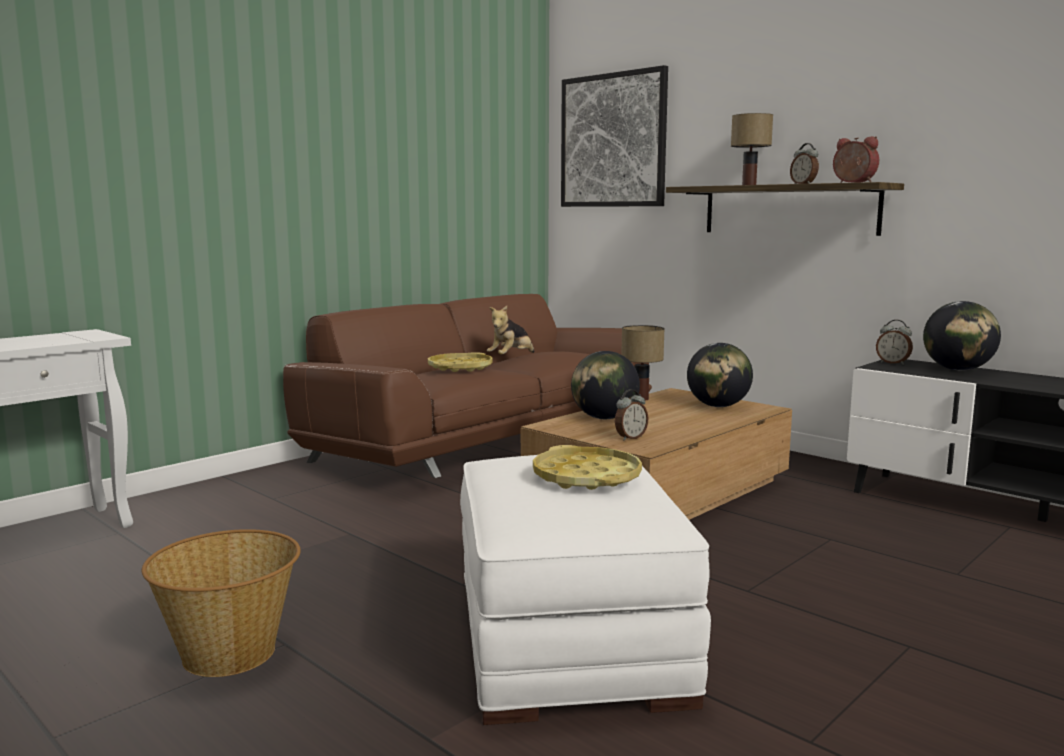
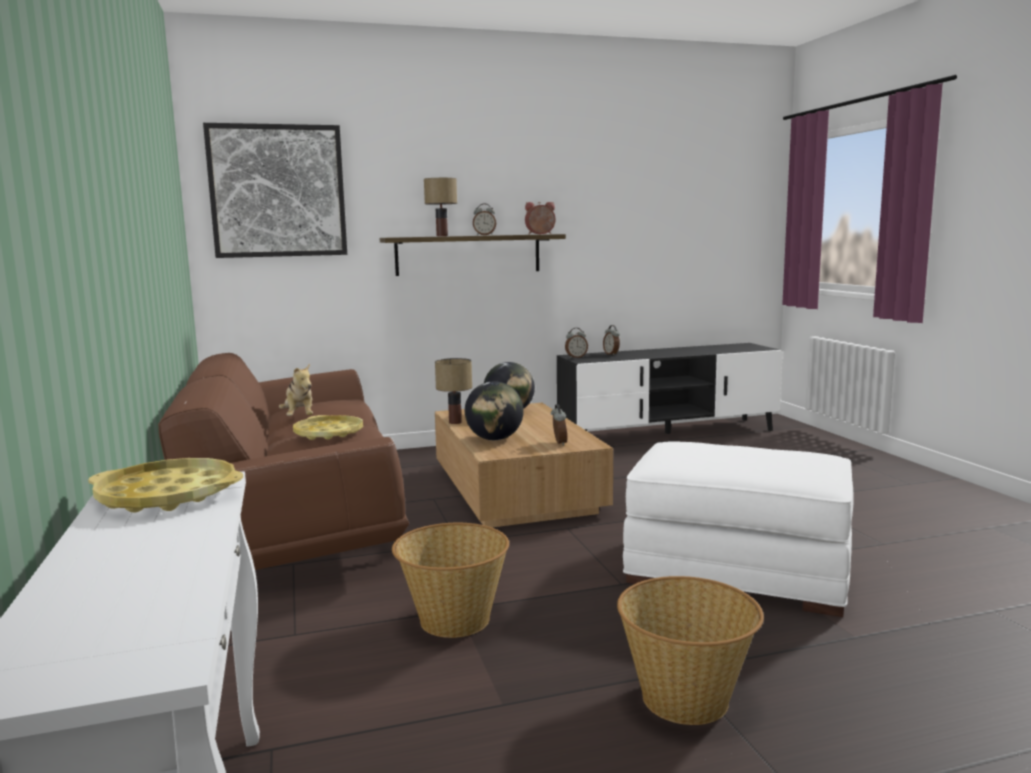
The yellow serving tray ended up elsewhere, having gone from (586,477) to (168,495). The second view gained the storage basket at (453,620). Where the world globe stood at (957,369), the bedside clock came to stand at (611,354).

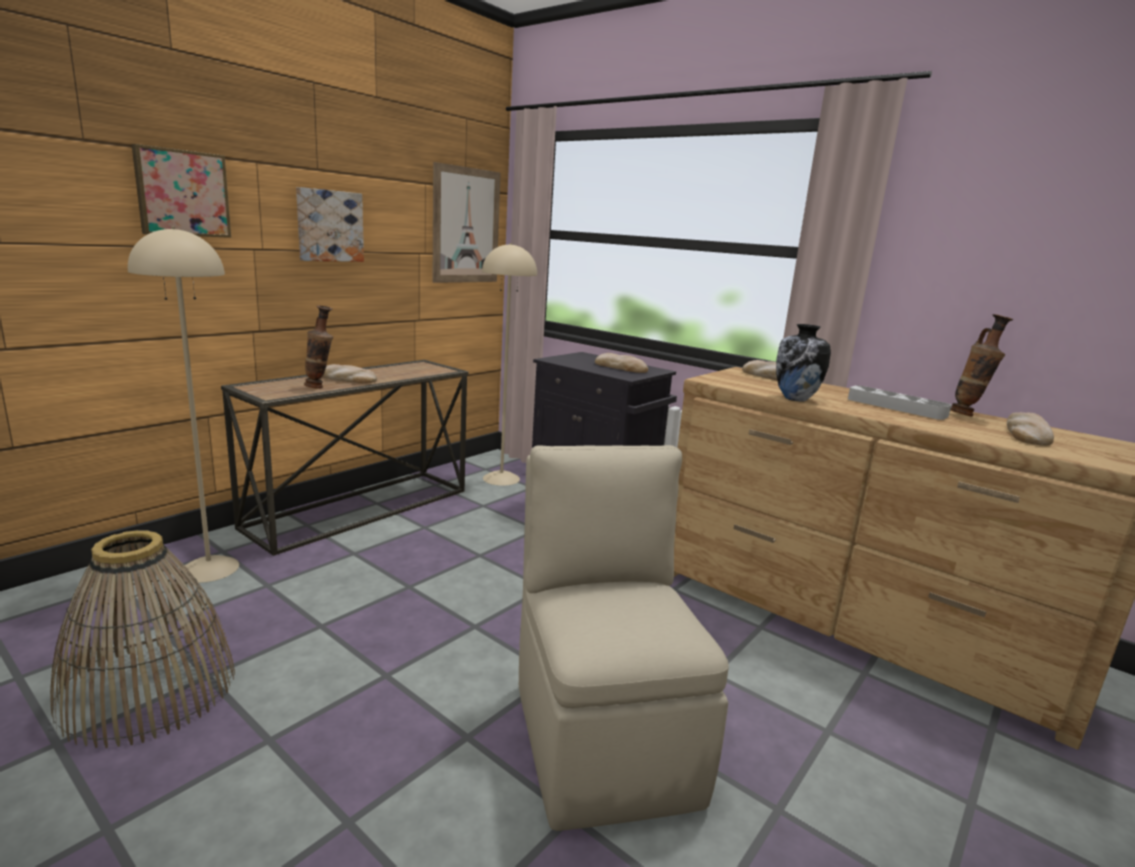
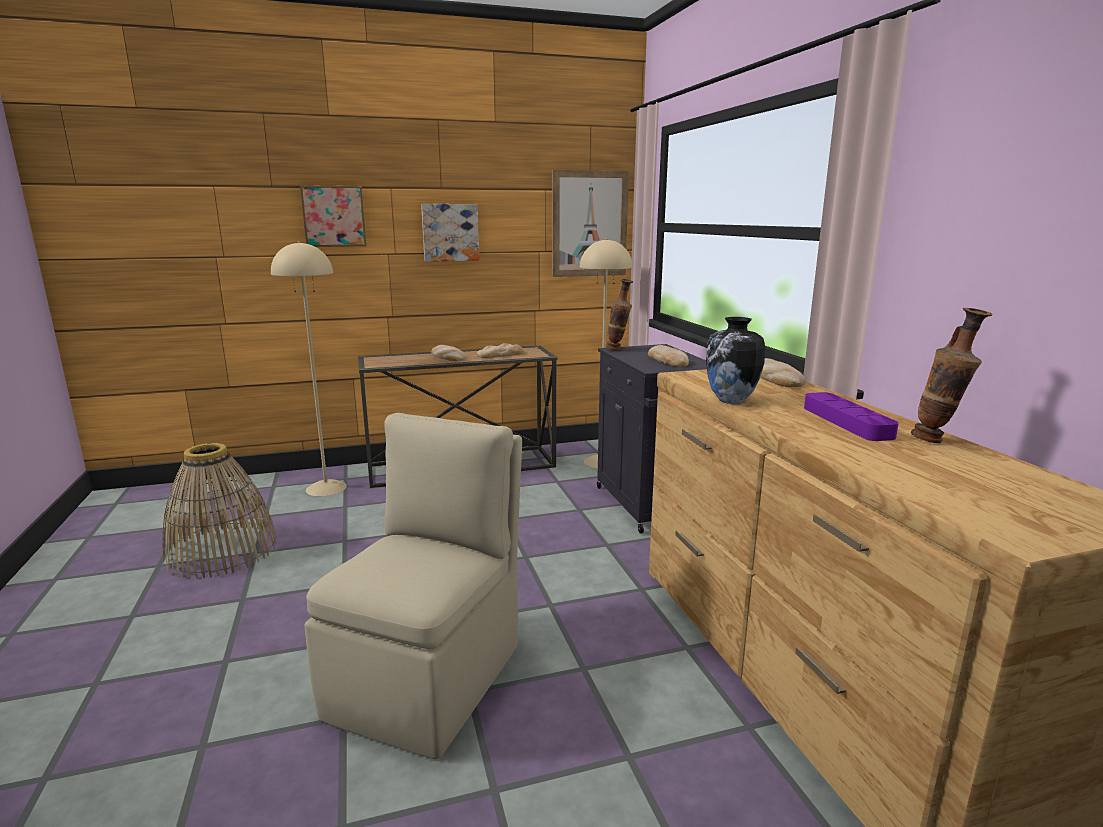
The bakery bread ended up elsewhere, having gone from (1026,434) to (500,355). The decorative vase ended up elsewhere, having gone from (320,387) to (618,350). What was the grey serving tray at (896,407) turned into the purple-coloured serving tray at (846,422).

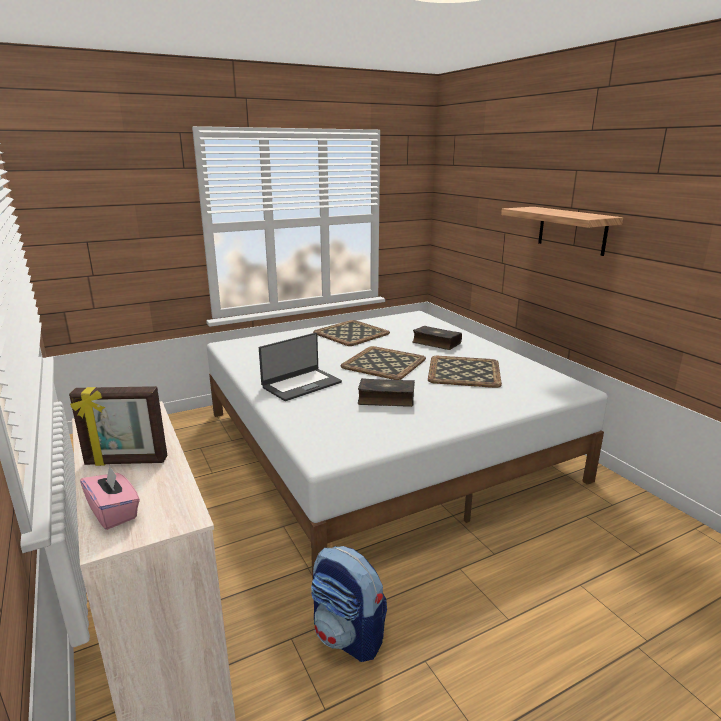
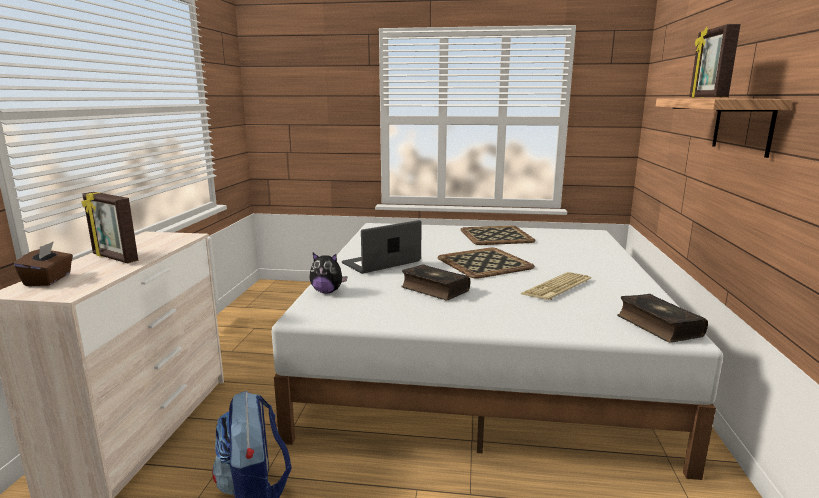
What was the pinkish box of tissues at (114,512) turned into the brown box of tissues at (49,280). The second view gained the soft toy at (327,291). The notebook computer at (301,384) ended up facing another way, 150 degrees clockwise from before. Where the serving tray stood at (464,372), the keyboard came to stand at (558,287). The book ended up elsewhere, having gone from (436,343) to (658,326). The second view gained the picture frame at (706,98).

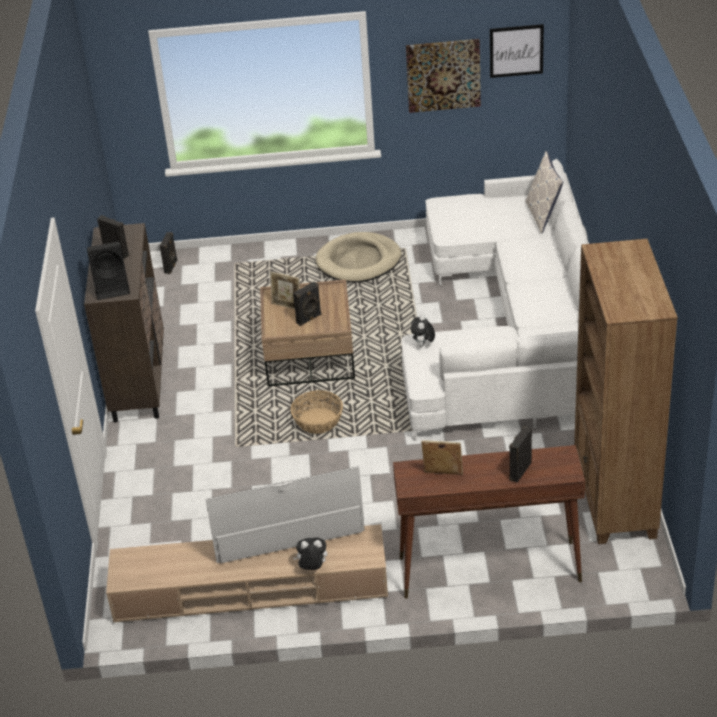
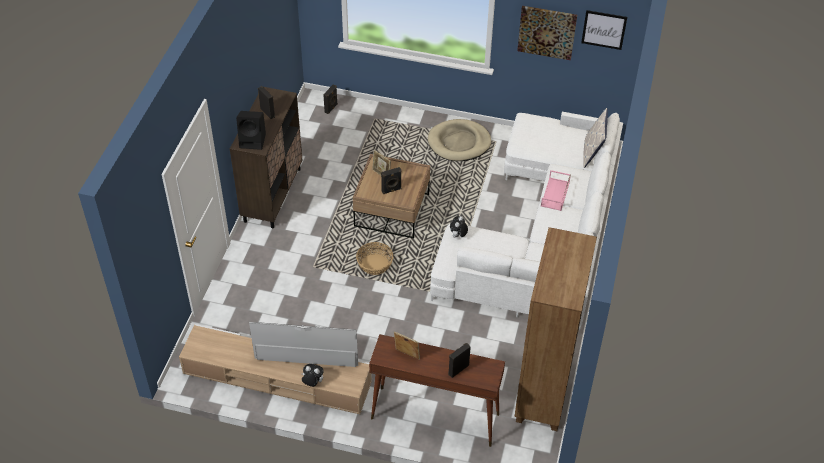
The second view gained the pinkish serving tray at (555,194).

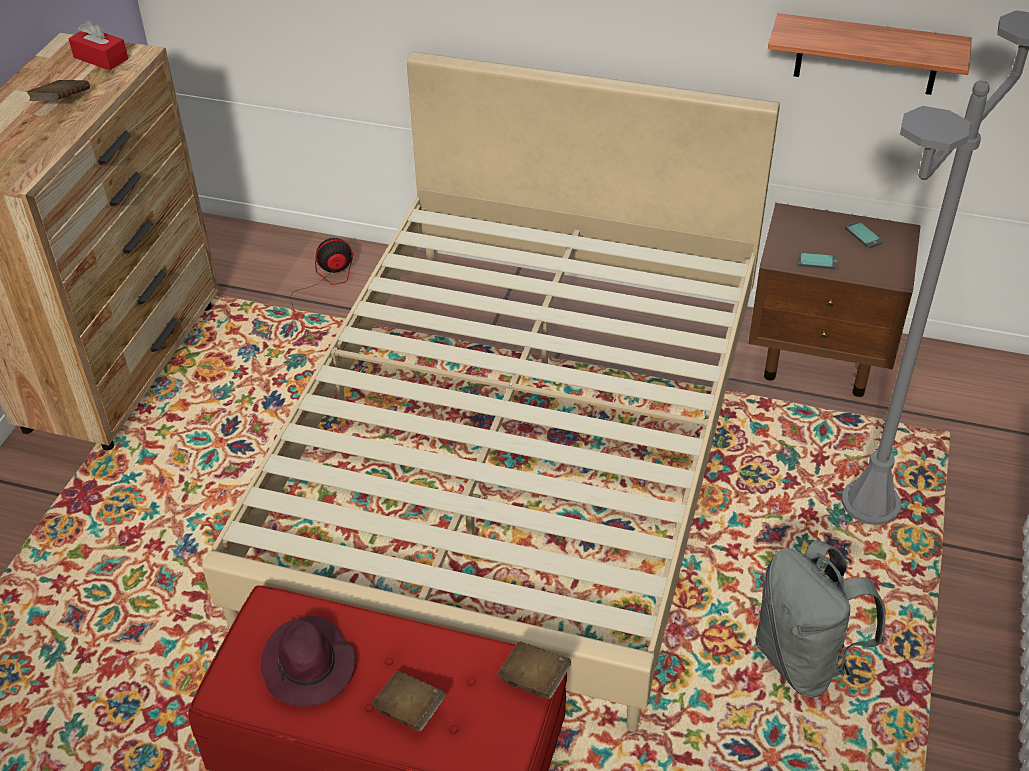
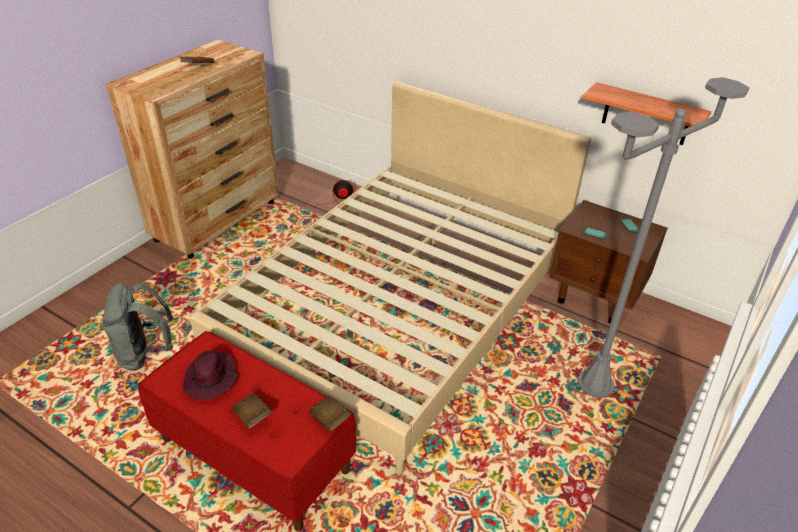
The grey rucksack ended up elsewhere, having gone from (804,660) to (145,354). The second view lost the red-coloured box of tissues at (101,58).

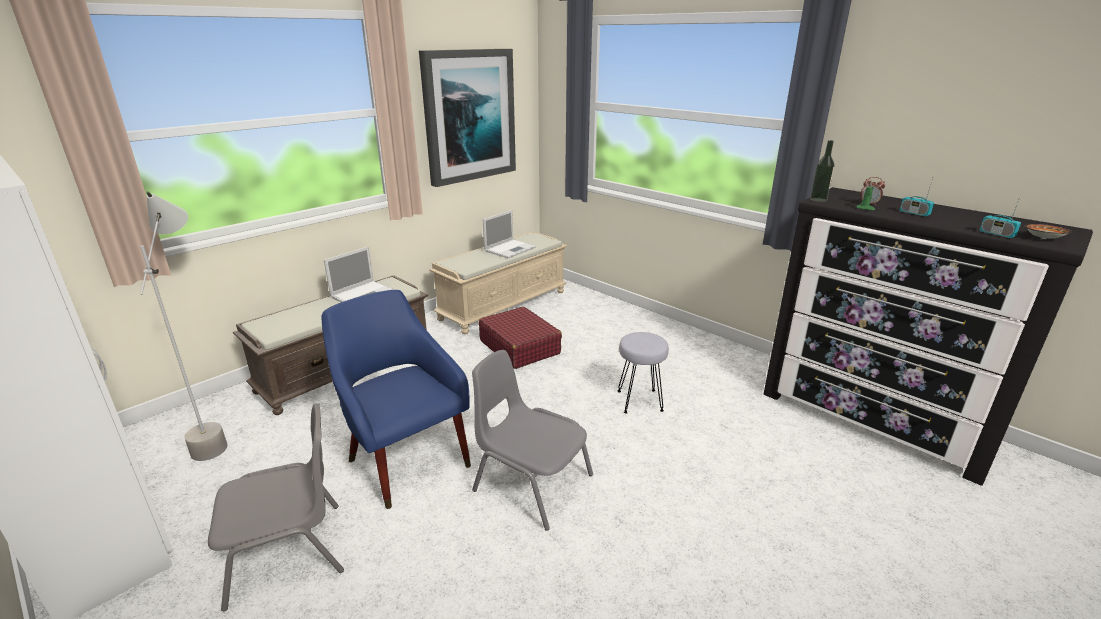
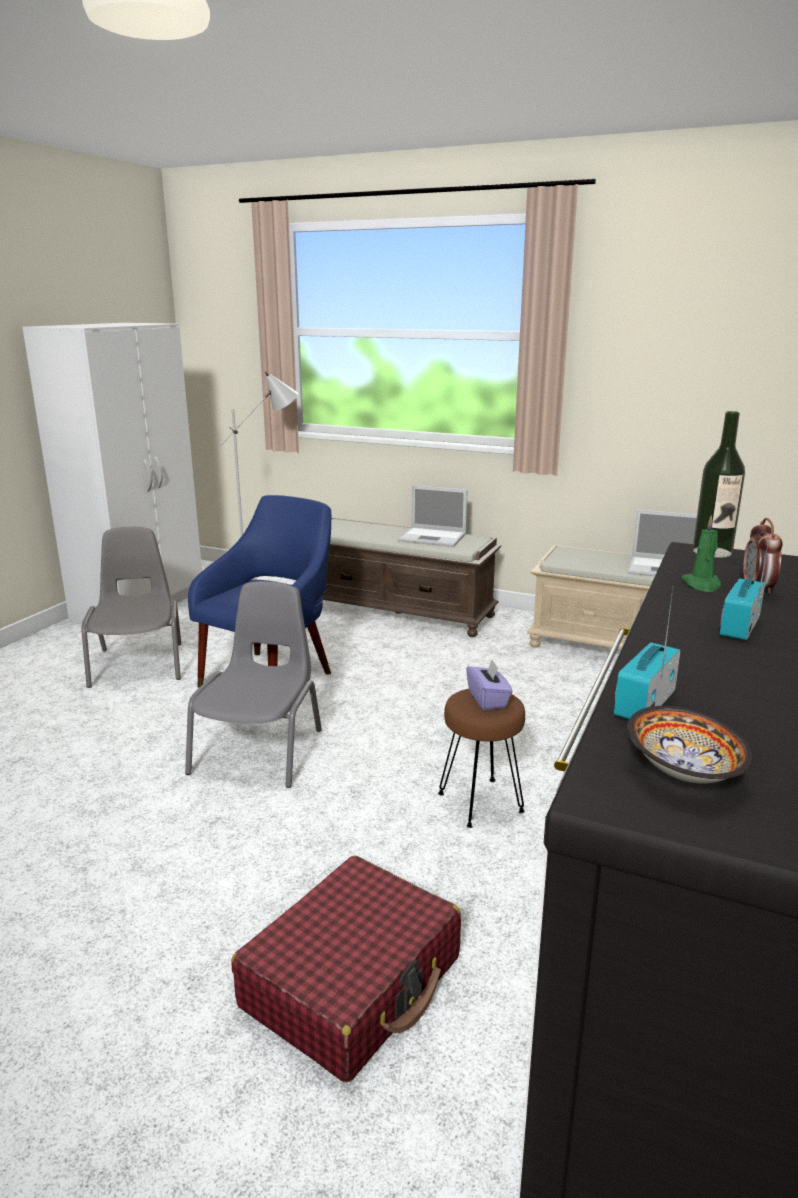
The grey upright chair at (288,552) ended up facing another way, 150 degrees counterclockwise from before. The red-coloured suitcase ended up elsewhere, having gone from (519,347) to (353,982). What was the grey stool at (639,401) turned into the brown stool at (480,802). The second view gained the purple-coloured box of tissues at (488,700). The second view lost the picture at (469,116).

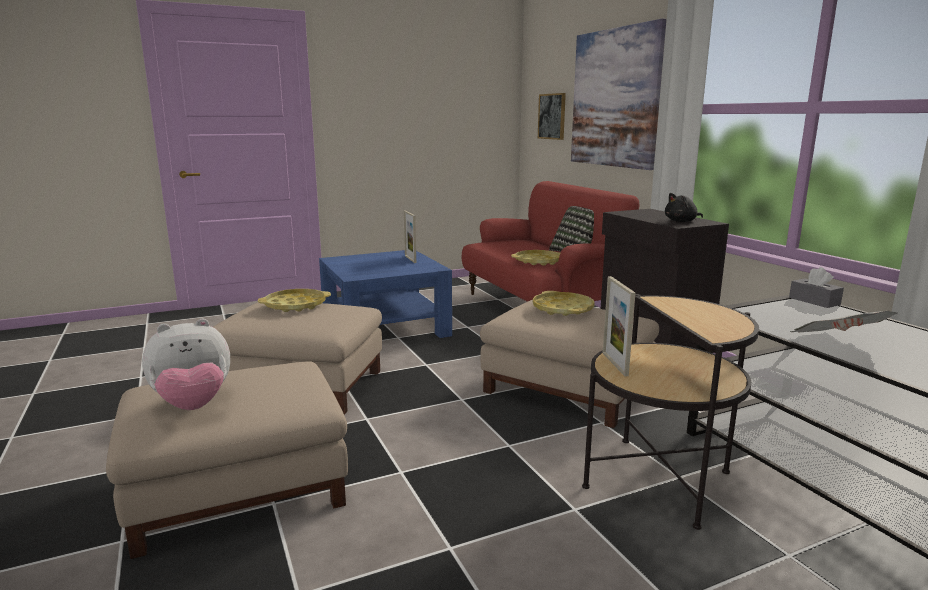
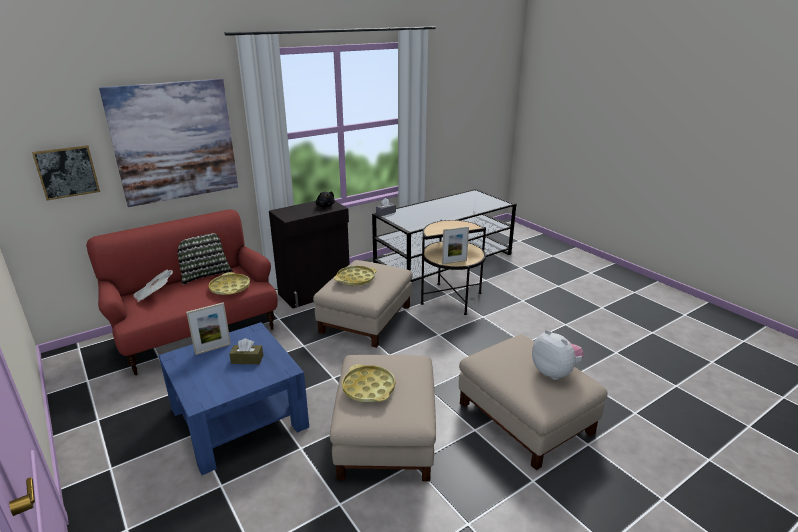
The newspaper ended up elsewhere, having gone from (836,345) to (154,295). The second view gained the brown box of tissues at (247,359).

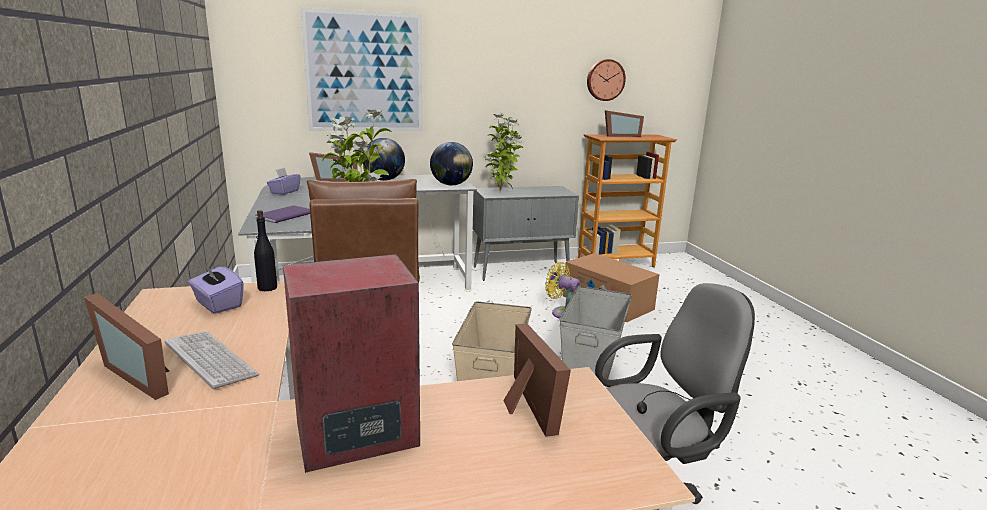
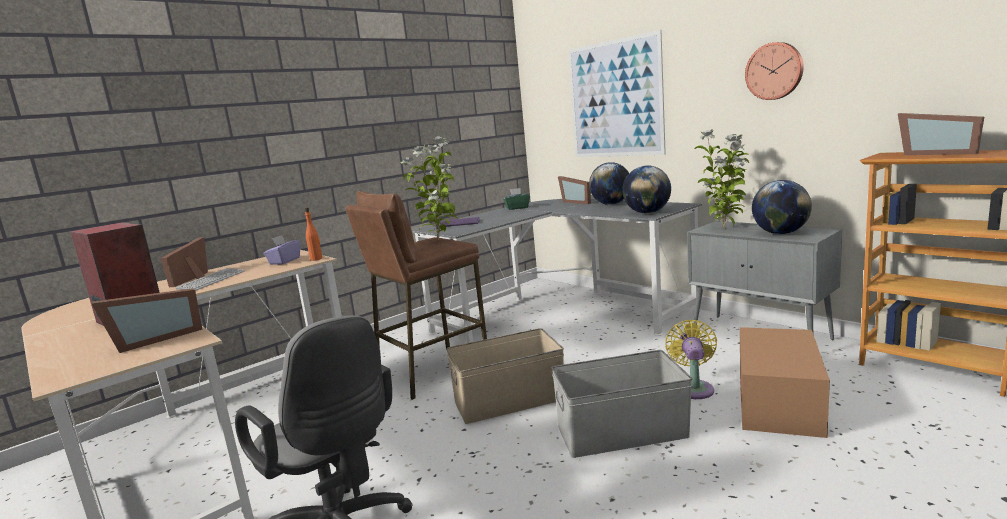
What was the blackish drink bottle at (267,288) turned into the orange-coloured drink bottle at (316,259). What was the purple-coloured box of tissues at (284,192) turned into the green box of tissues at (517,208). The clock on the wall ended up elsewhere, having gone from (605,80) to (774,71). The second view gained the world globe at (780,233).

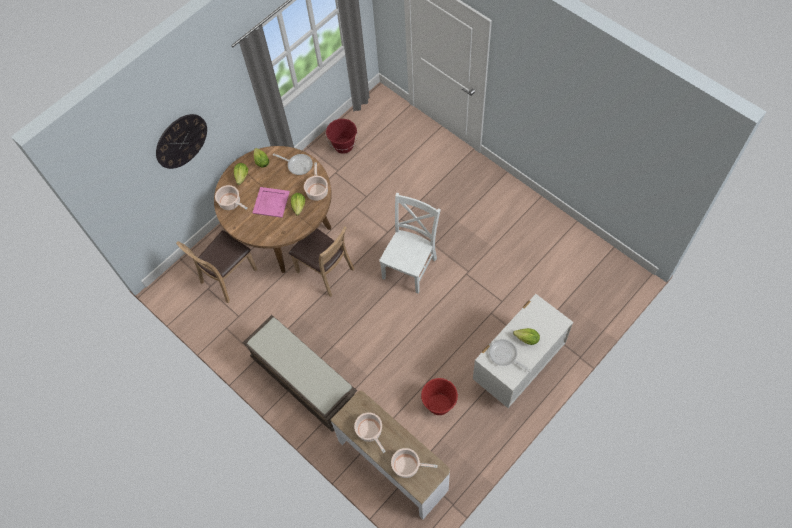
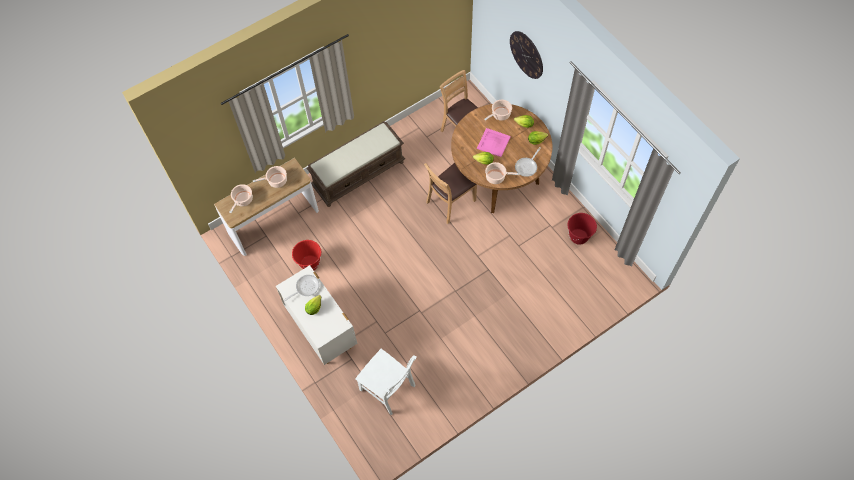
The whitish upright chair ended up elsewhere, having gone from (410,266) to (389,389).

